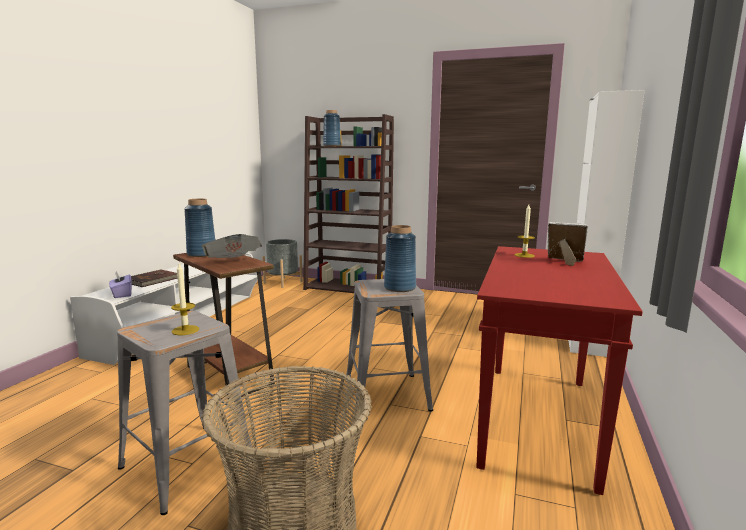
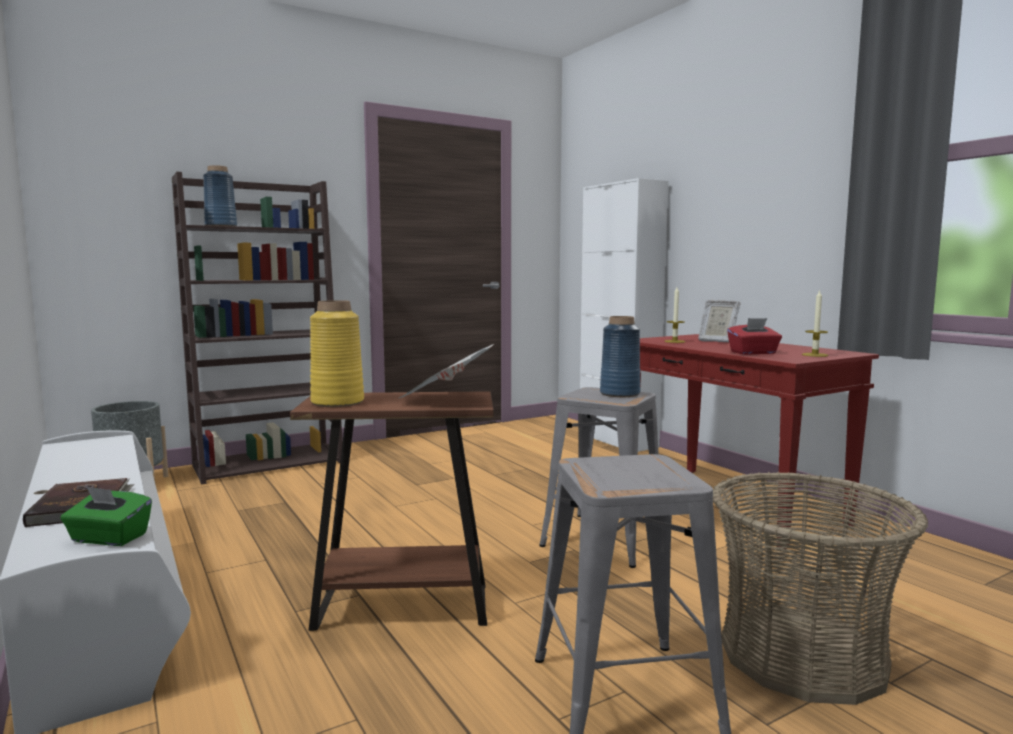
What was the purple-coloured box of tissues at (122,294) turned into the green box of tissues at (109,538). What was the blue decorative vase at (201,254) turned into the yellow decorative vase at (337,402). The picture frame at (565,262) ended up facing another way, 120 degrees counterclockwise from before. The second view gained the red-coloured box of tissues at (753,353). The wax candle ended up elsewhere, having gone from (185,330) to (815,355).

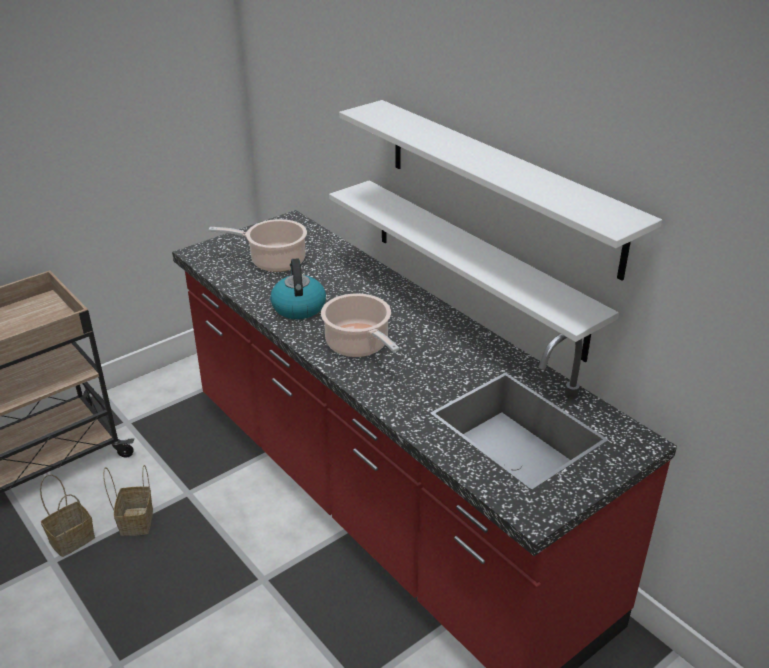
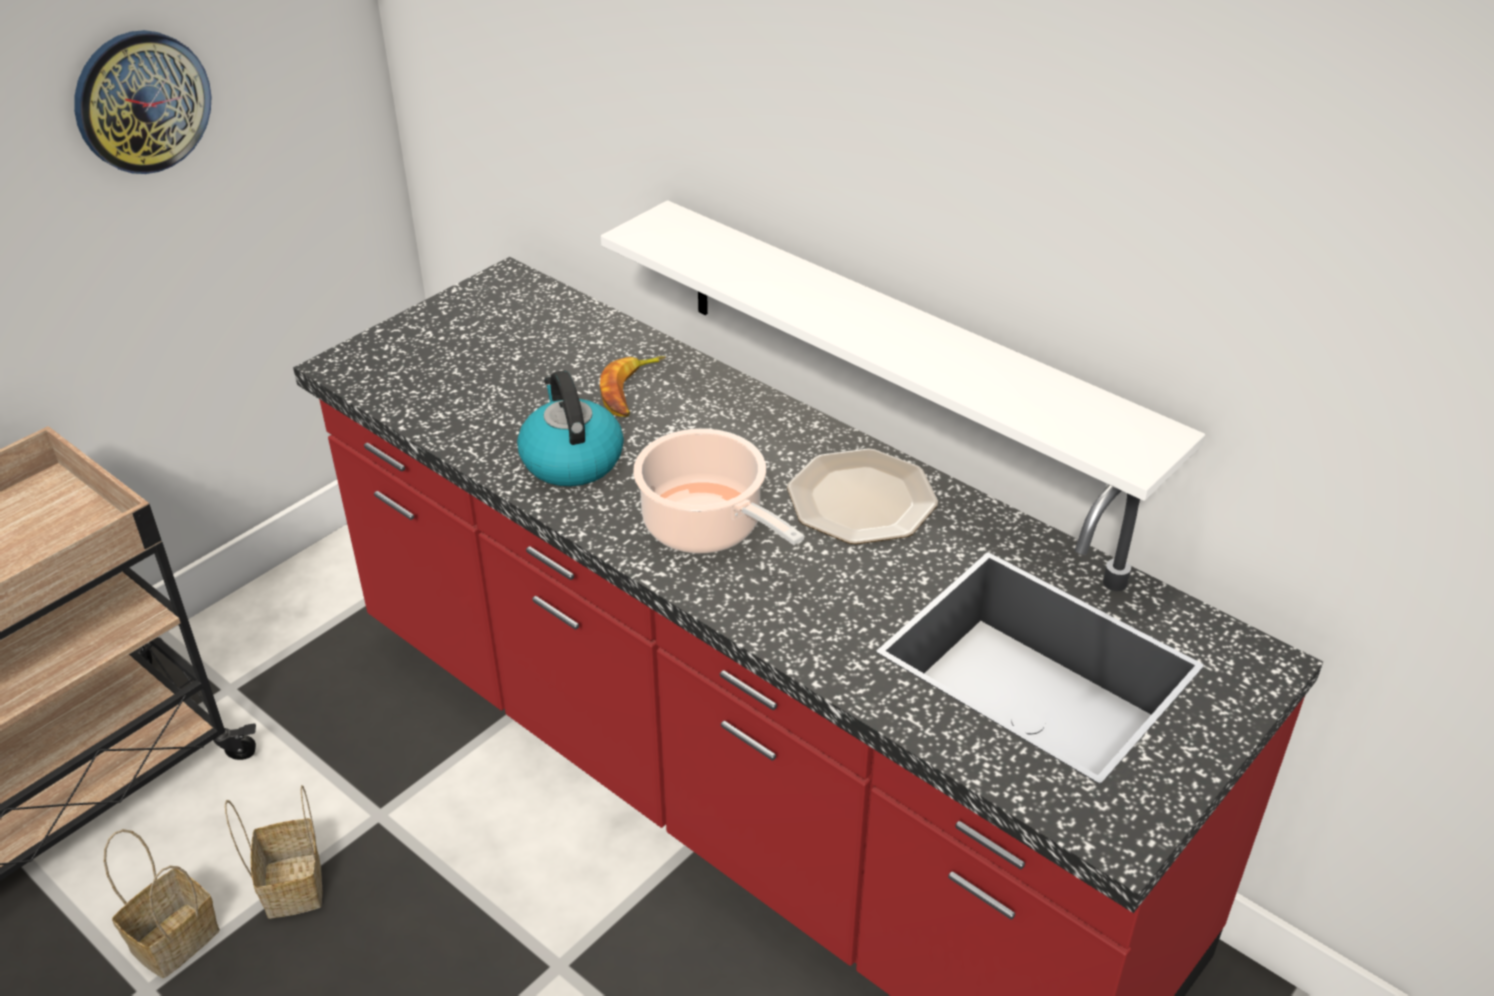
The second view gained the clock on the wall at (142,101). The second view gained the banana at (631,391). The second view gained the plate at (860,499). The second view lost the stockpot at (274,261). The second view lost the whitish wall shelf at (499,184).

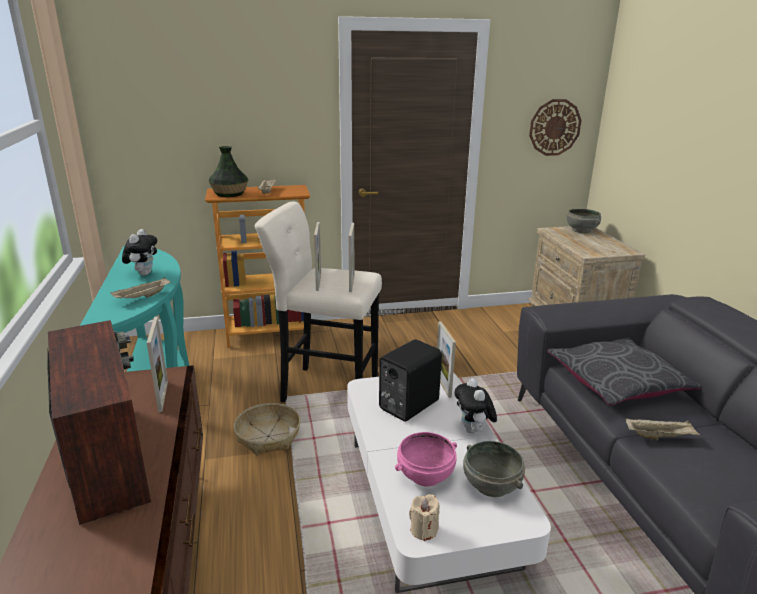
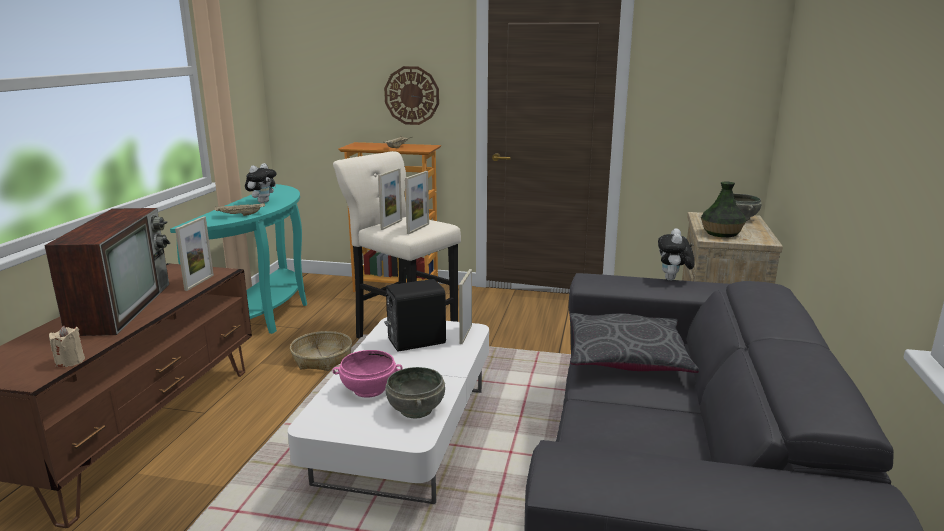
The beige-coloured wax candle ended up elsewhere, having gone from (424,530) to (70,361). The clock on the wall ended up elsewhere, having gone from (554,127) to (412,95). The soft toy ended up elsewhere, having gone from (473,430) to (673,280). The decorative vase ended up elsewhere, having gone from (229,194) to (720,233). The second view lost the beige-coloured serving tray at (659,436).

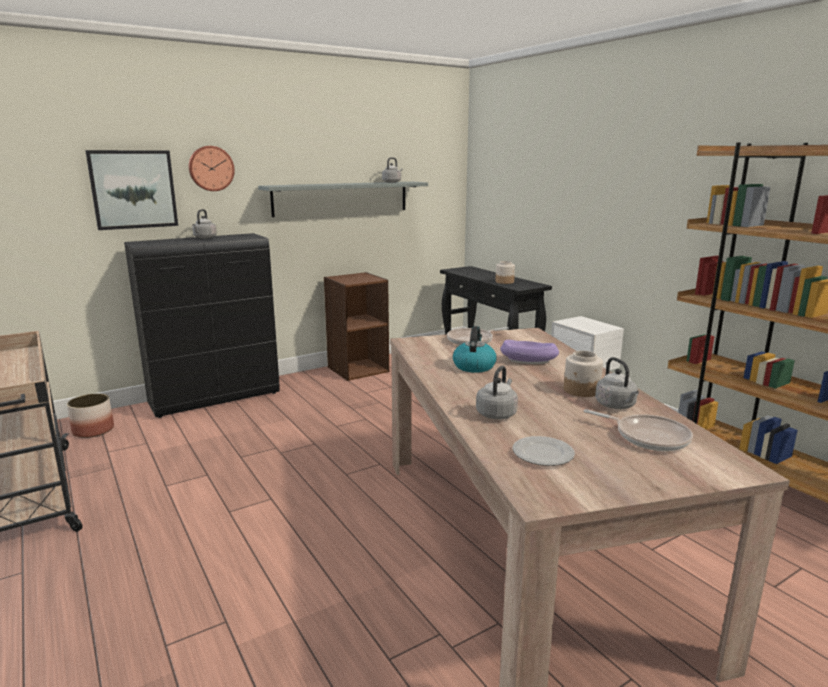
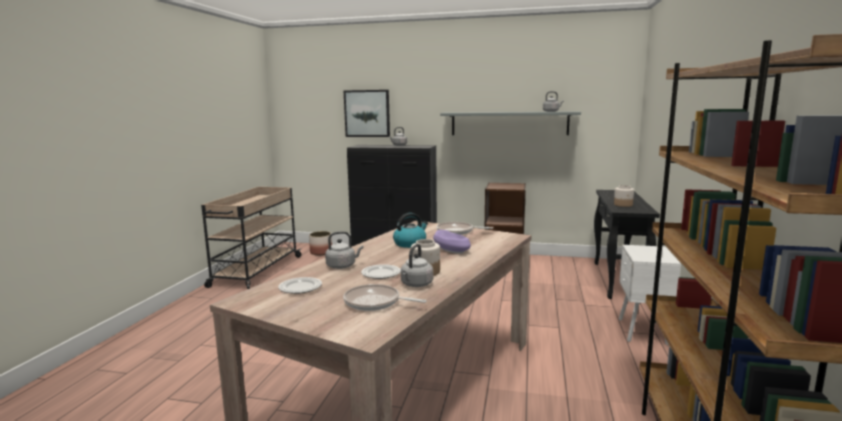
The skillet at (647,437) ended up facing another way, 120 degrees clockwise from before. The second view gained the plate at (381,274). The second view lost the clock on the wall at (211,168).

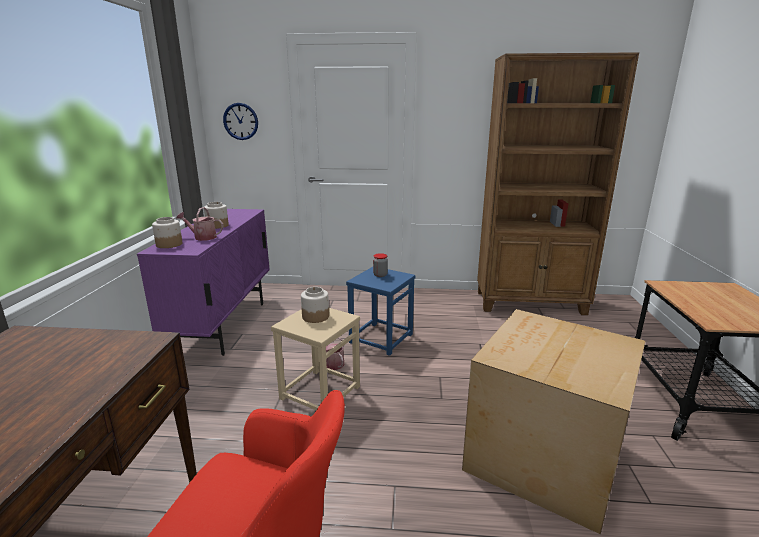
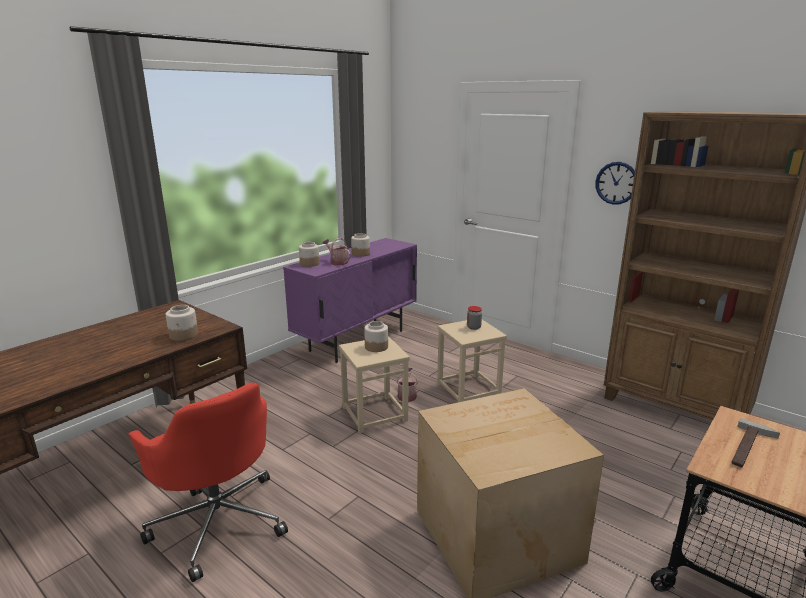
The second view gained the preserve jar at (184,335). What was the blue stool at (380,338) turned into the beige-coloured stool at (468,389). The clock on the wall ended up elsewhere, having gone from (240,121) to (616,183). The second view gained the hand hammer at (750,448).

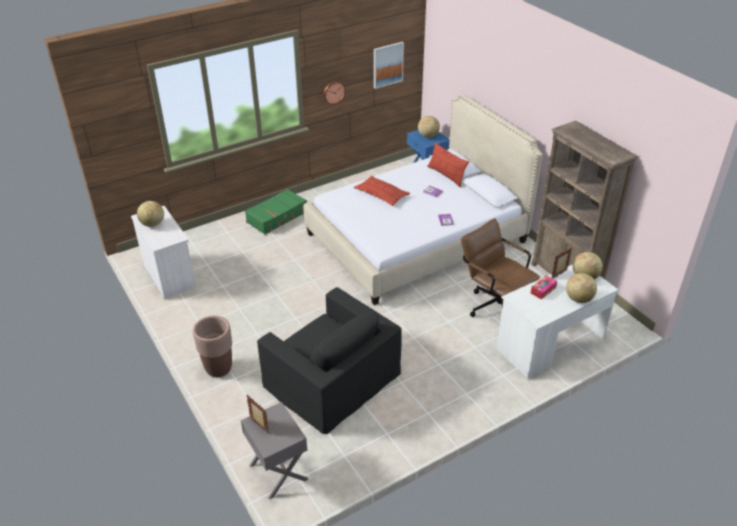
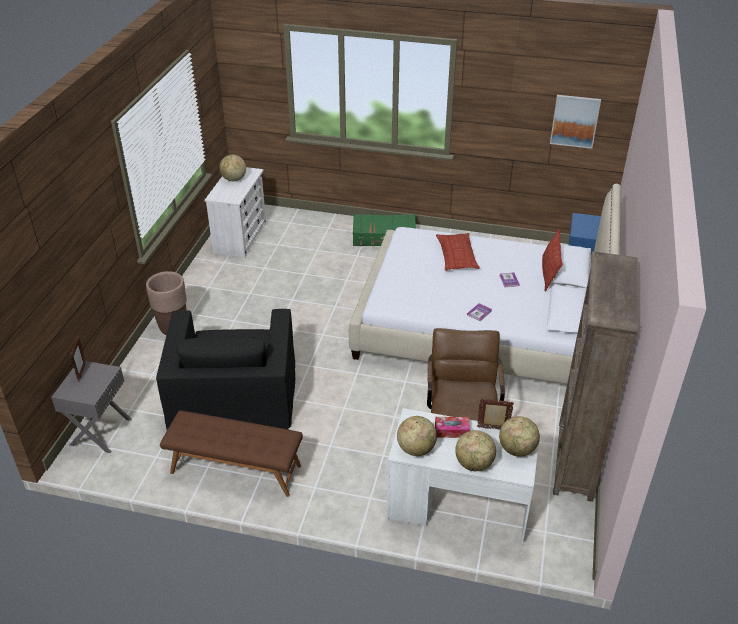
The second view gained the brown long seat at (235,469). The world globe ended up elsewhere, having gone from (428,136) to (416,449). The second view lost the clock on the wall at (333,92).

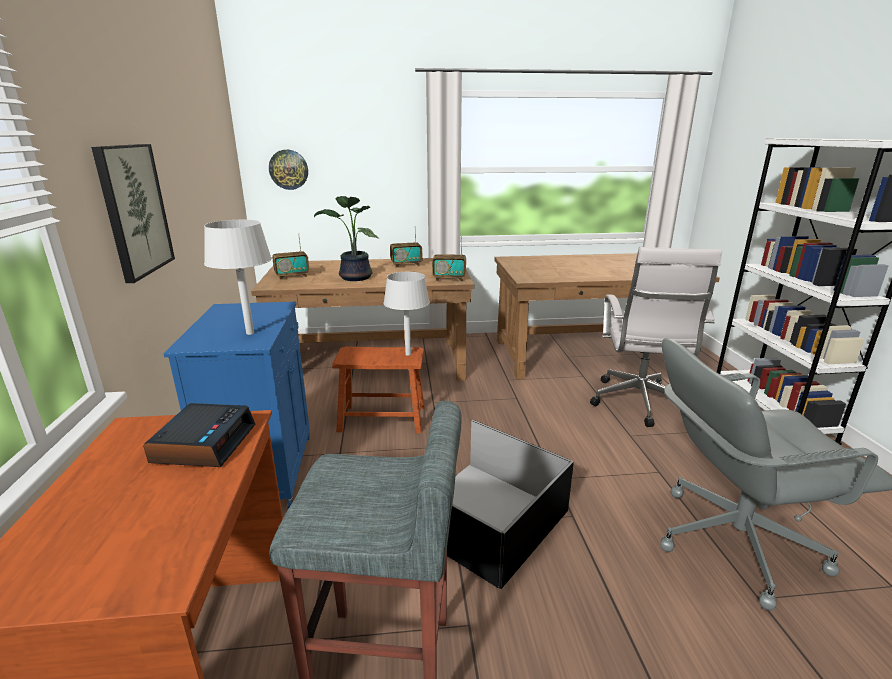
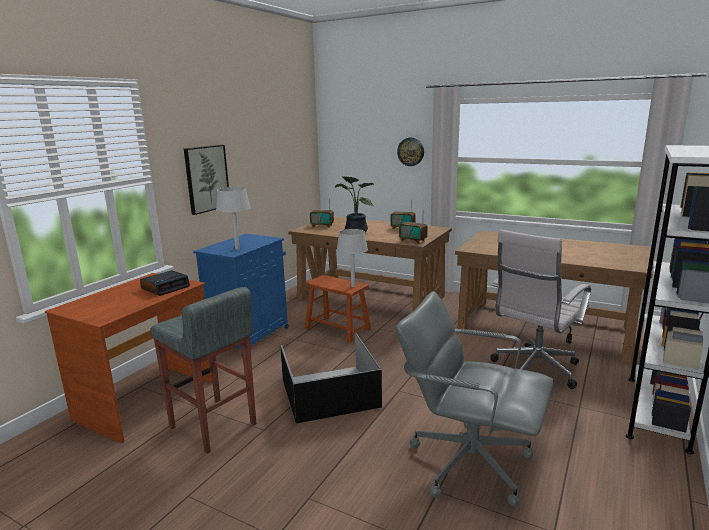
The clock on the wall ended up elsewhere, having gone from (288,169) to (410,151).

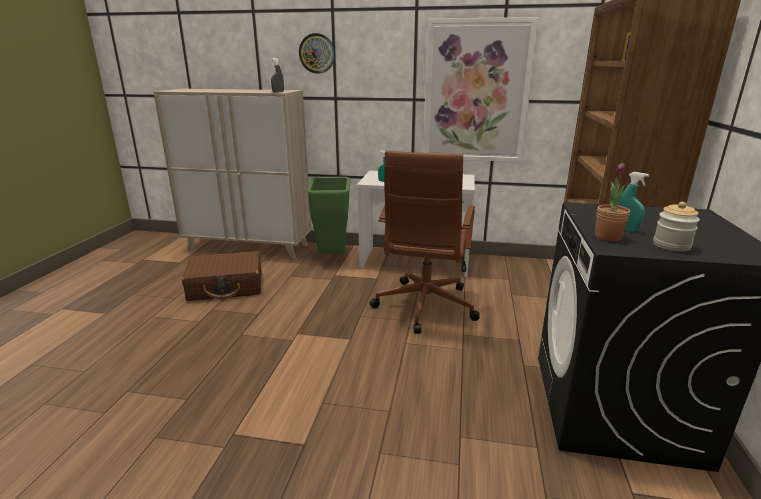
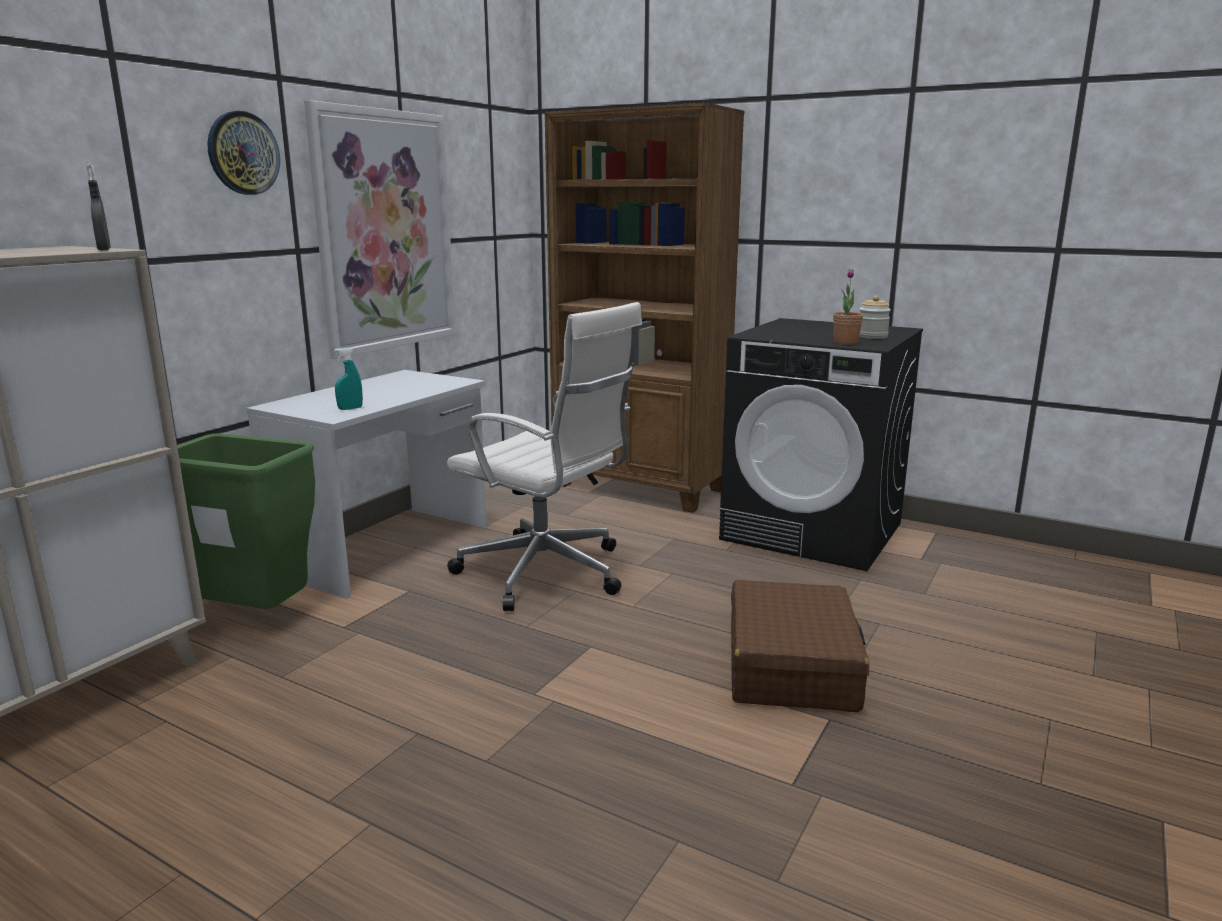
The clock on the wall ended up elsewhere, having gone from (317,53) to (243,153). What was the brown computer chair at (424,307) turned into the whitish computer chair at (547,573). The brown suitcase ended up elsewhere, having gone from (226,286) to (791,666). The second view lost the turquoise sprayer at (626,229).

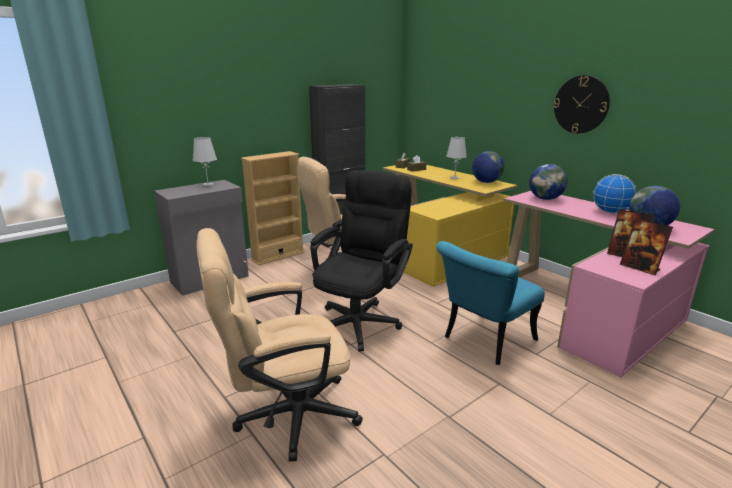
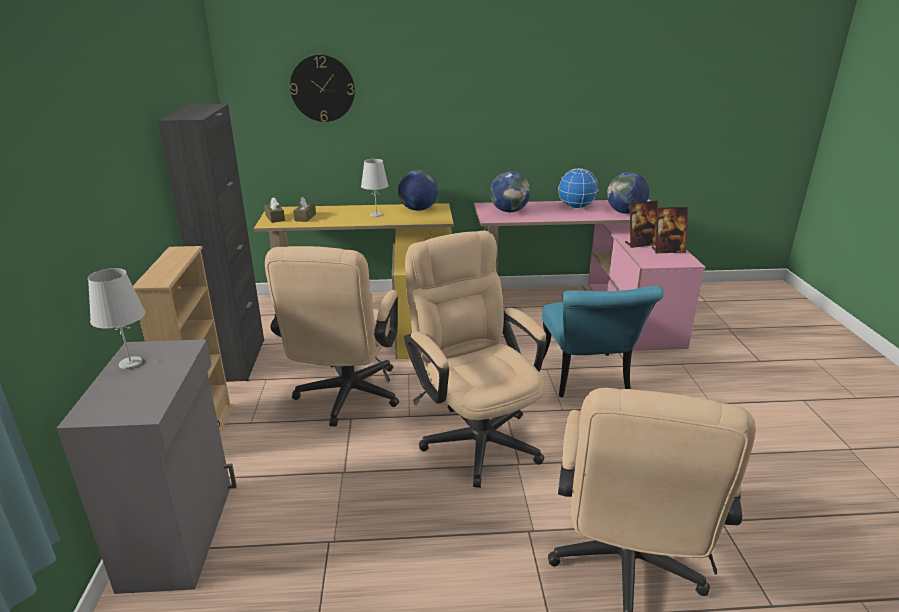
The clock on the wall ended up elsewhere, having gone from (581,104) to (322,88). What was the blackish computer chair at (361,320) turned into the beige-coloured computer chair at (475,435).

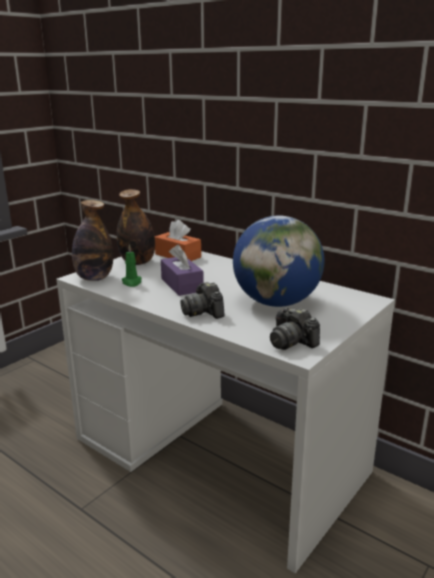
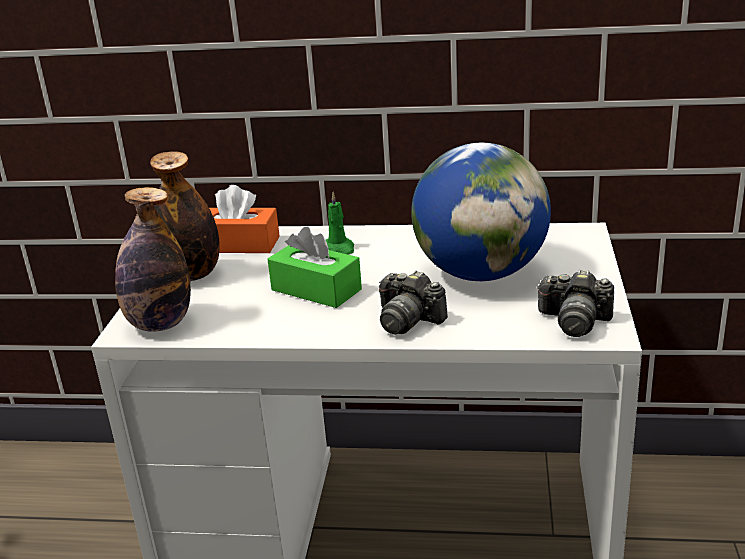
What was the purple-coloured box of tissues at (182,285) turned into the green box of tissues at (316,290). The green wax candle ended up elsewhere, having gone from (132,282) to (339,248).

